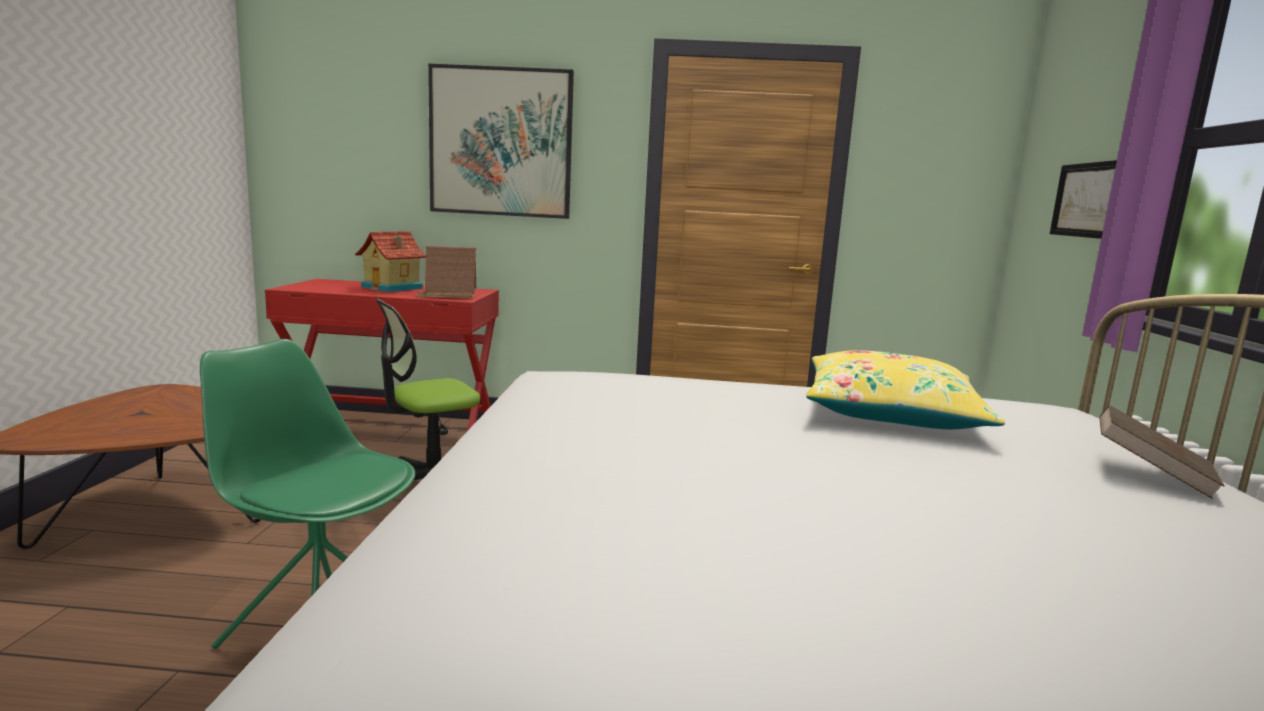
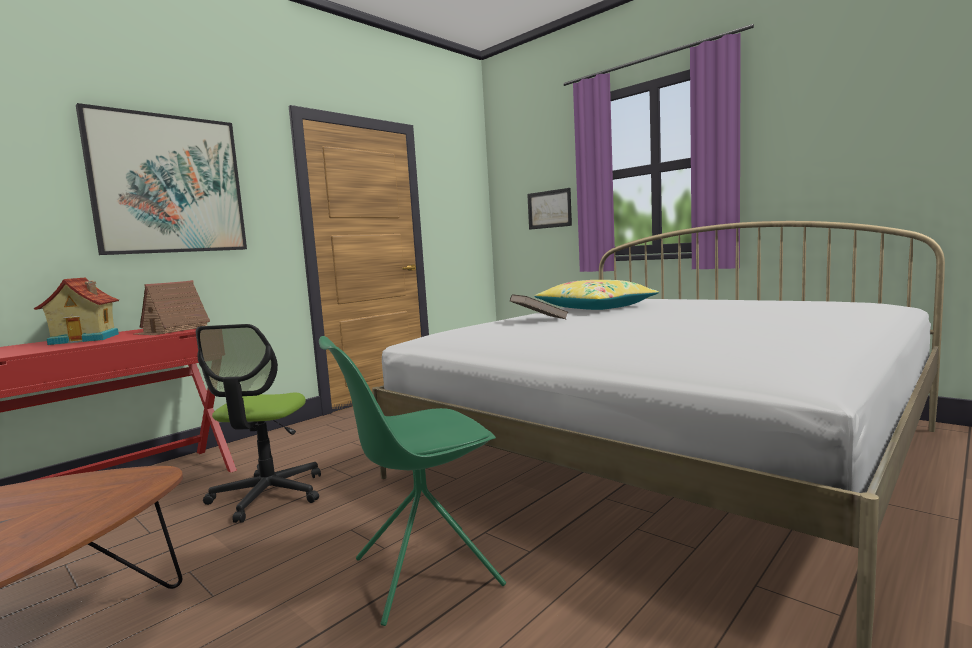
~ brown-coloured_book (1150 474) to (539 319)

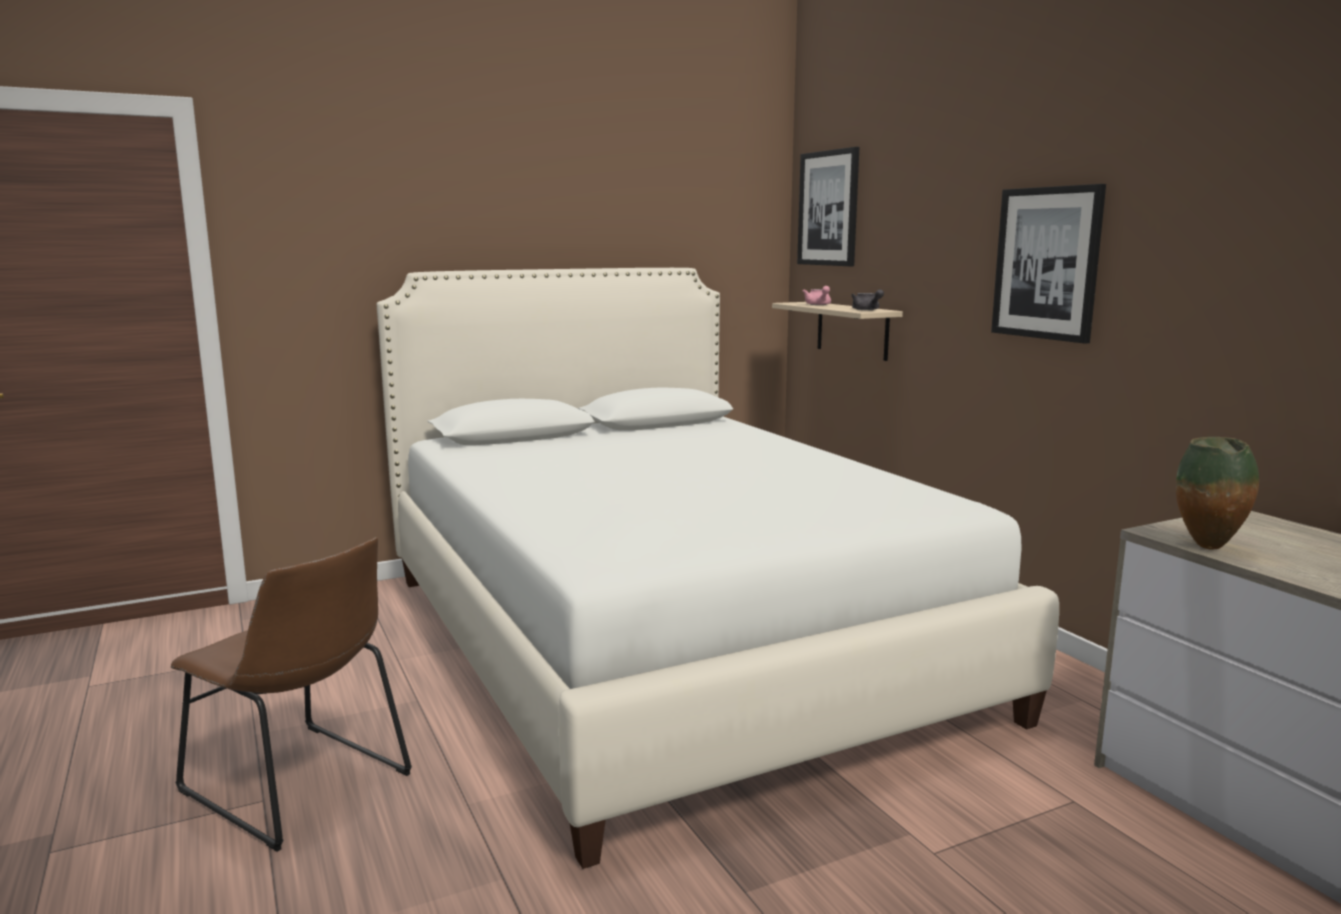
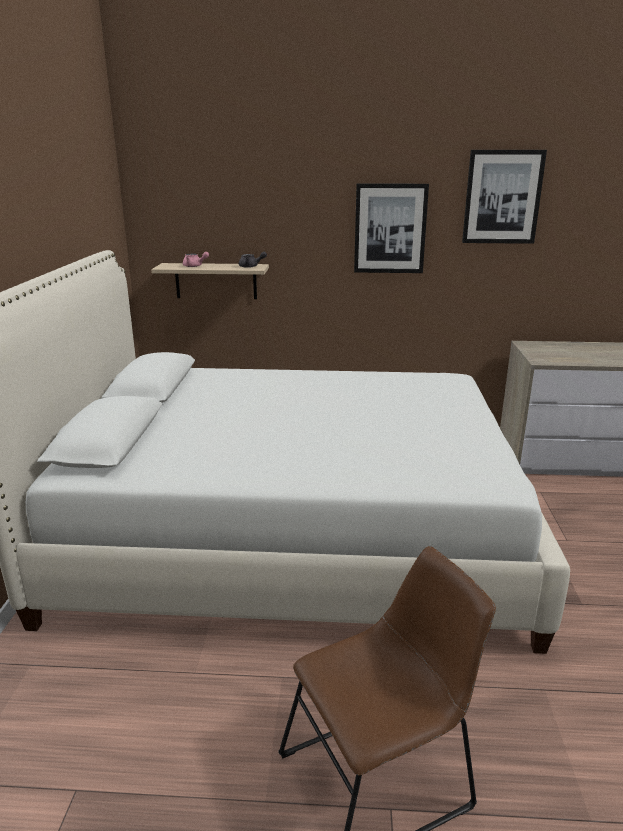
~ wall_picture (828 208) to (502 197)
- decorative_vase (1208 548)

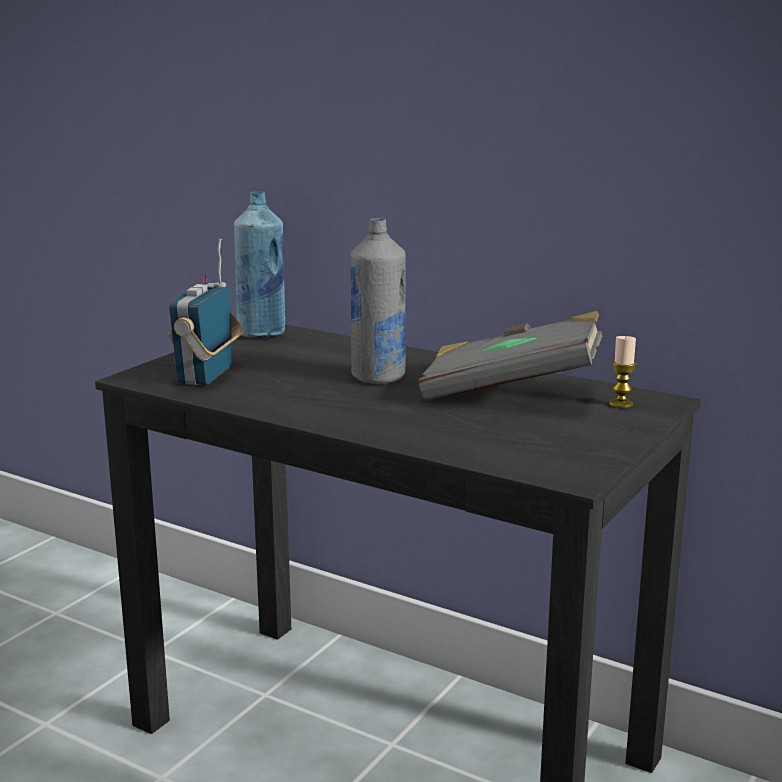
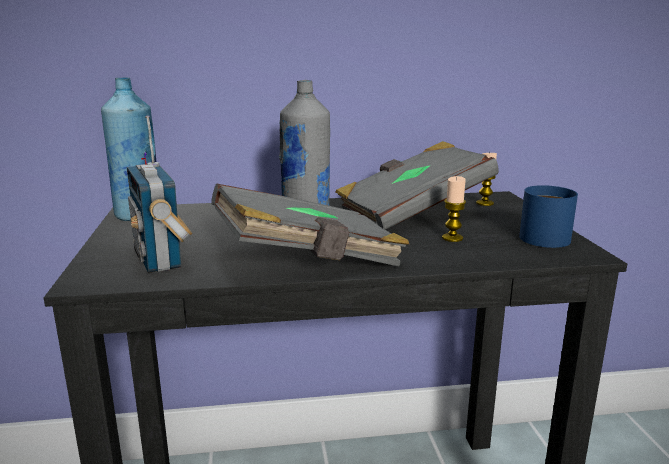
+ gray_book (309 260)
+ wax_candle (452 238)
+ bluish_tea_mug (547 236)

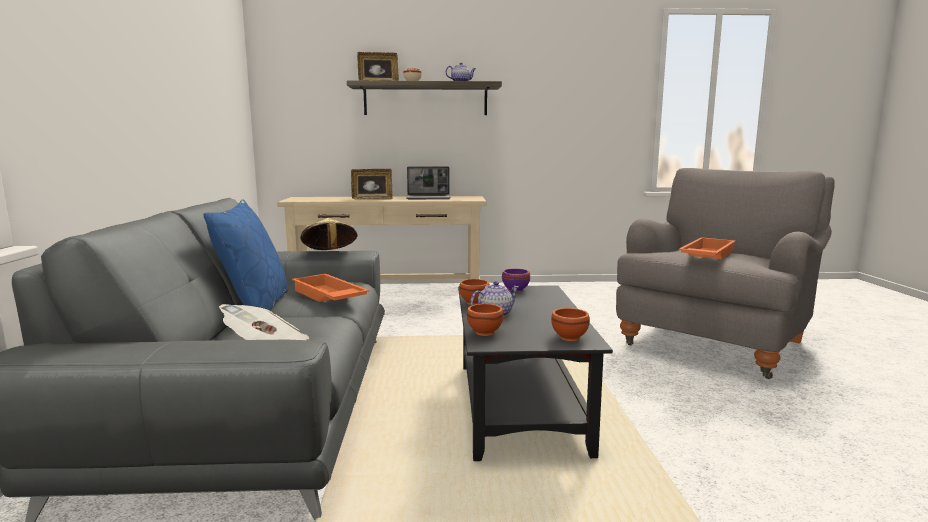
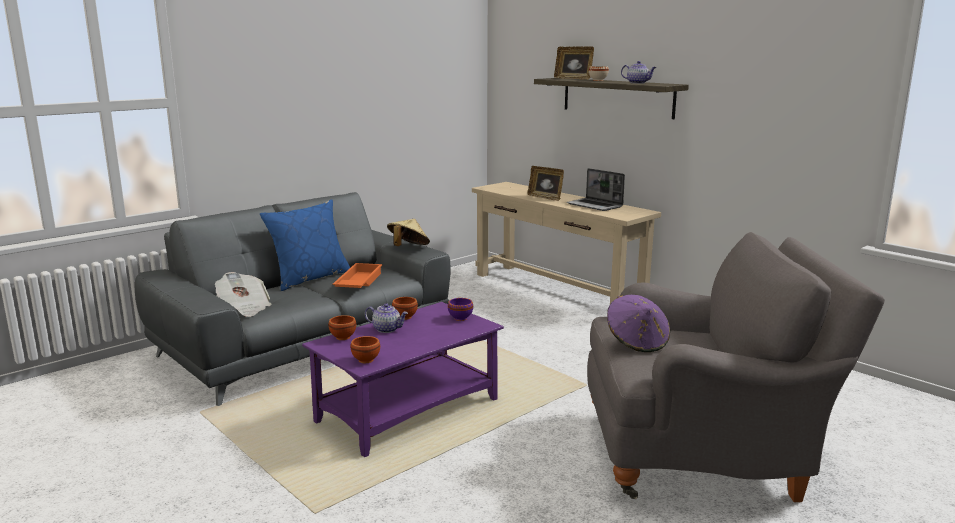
~ black-coloured_coffee_table (518 405) to purple-coloured_coffee_table (409 410)
~ orangey_serving_tray (706 255) to purple-coloured_clothing_hat (637 342)

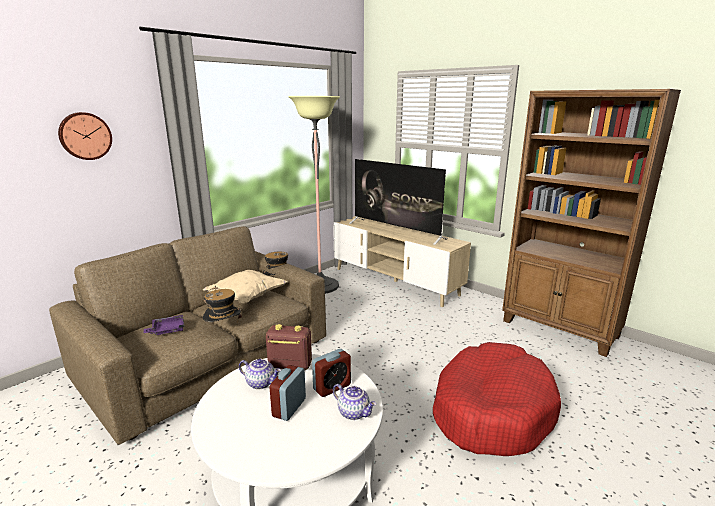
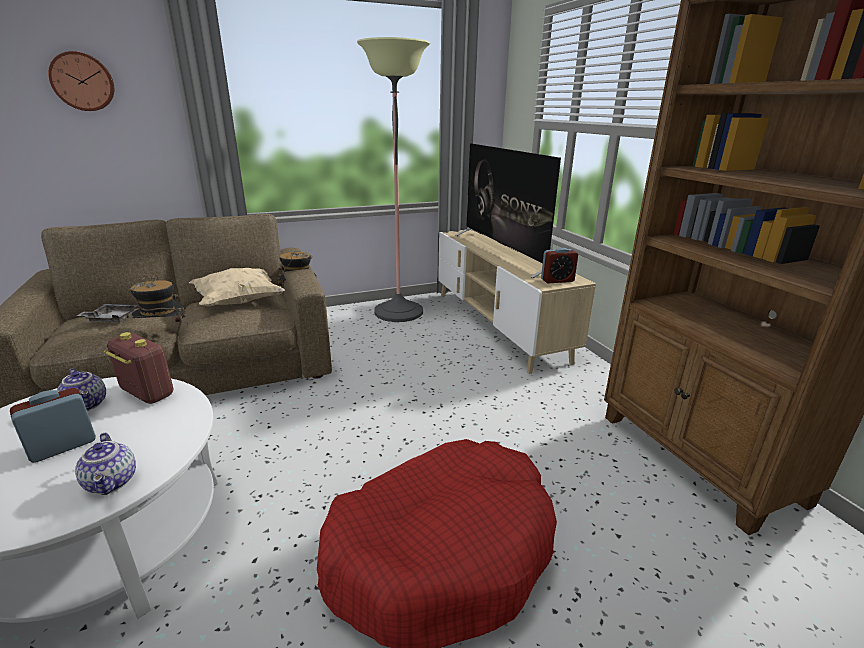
~ purple-coloured_serving_tray (167 330) to gray_serving_tray (111 319)
~ table_clock (332 387) to (557 280)

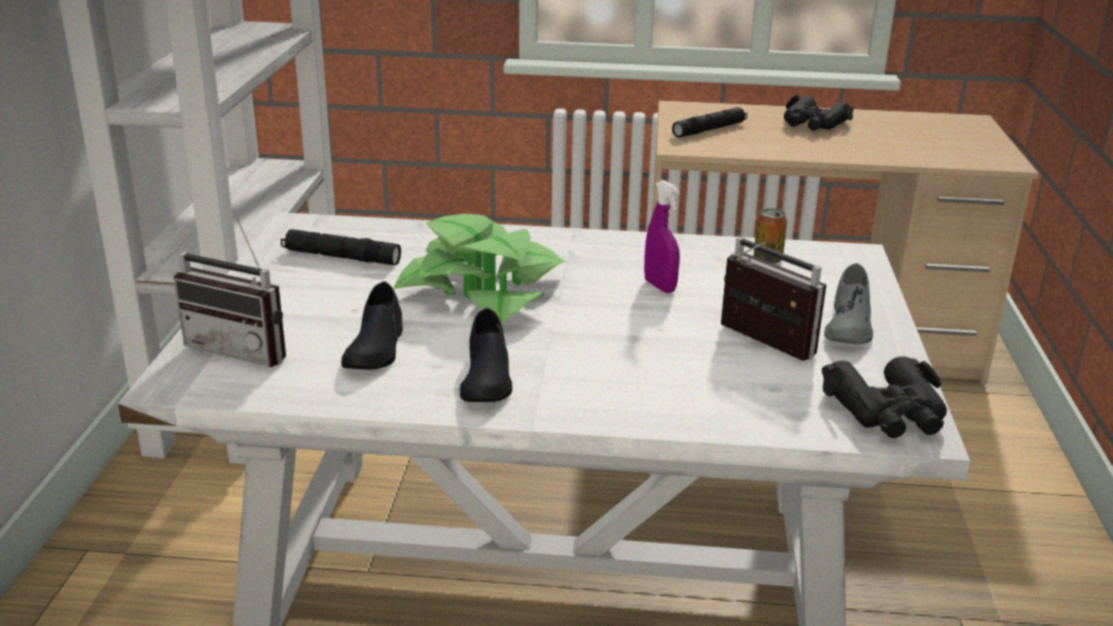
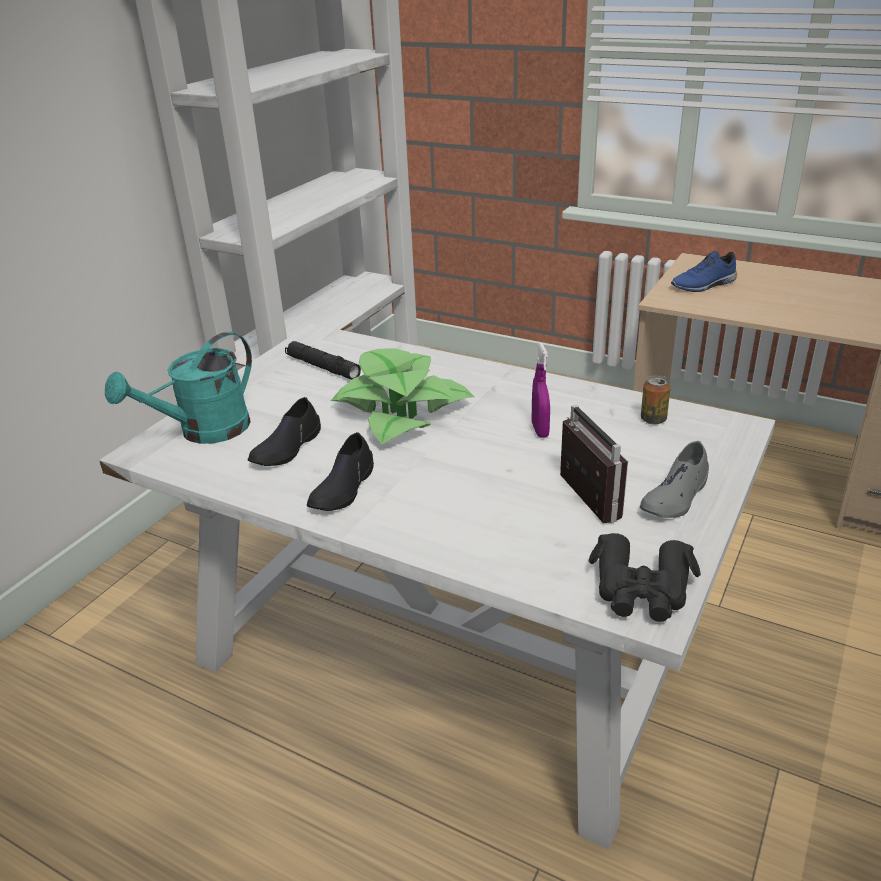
~ radio_set (244 348) to turquoise_watering_can (203 432)
~ black-coloured_torch (709 130) to bluish_low_shoe (704 285)
- black-coloured_field_glasses (813 124)

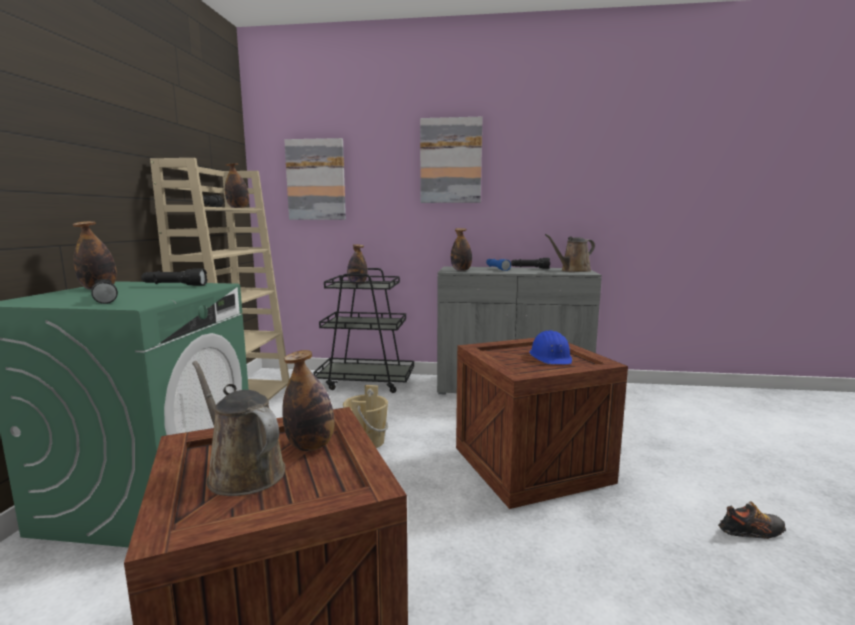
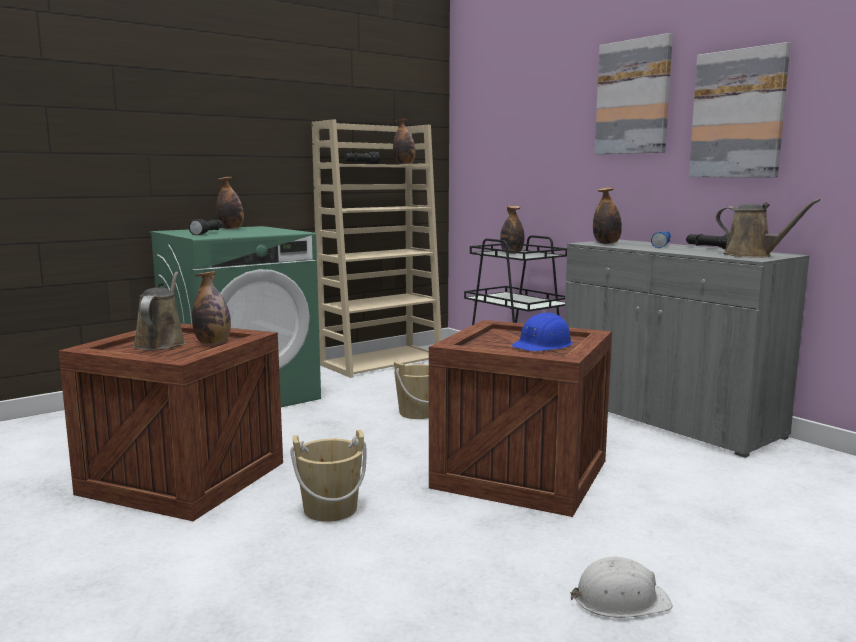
- black-coloured_torch (174 285)
~ wall_picture (316 180) to (738 114)
~ brown-coloured_watering_can (573 271) = (752 255) 150 degrees counterclockwise
~ low_shoe (751 531) to white-coloured_work_helmet (620 600)
+ sand-coloured_water_bucket (330 509)

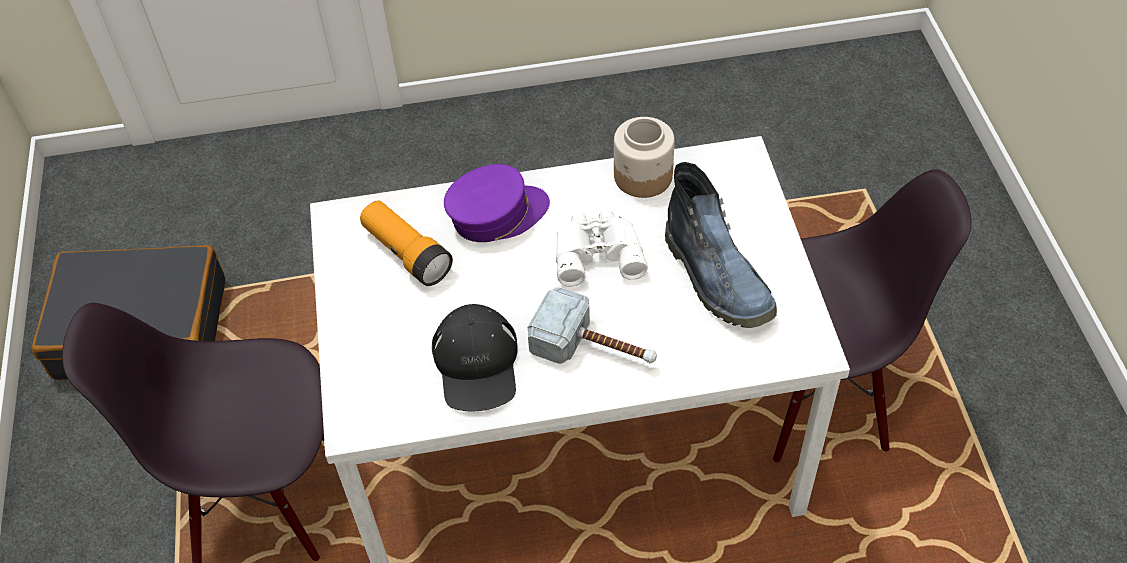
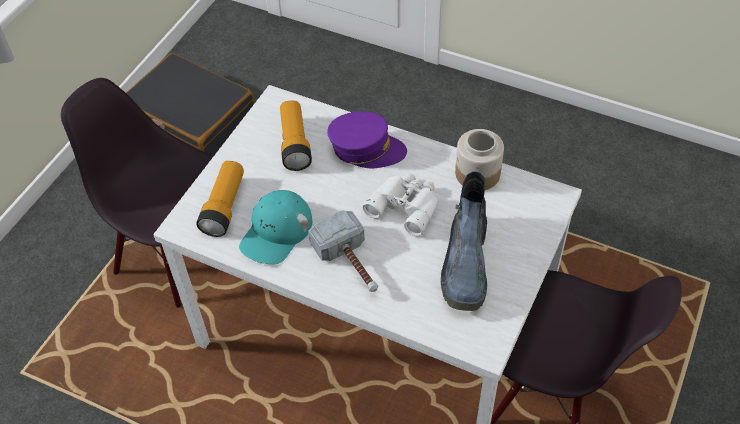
~ black-coloured_cap (477 364) to turquoise_cap (276 232)
+ torch (224 206)

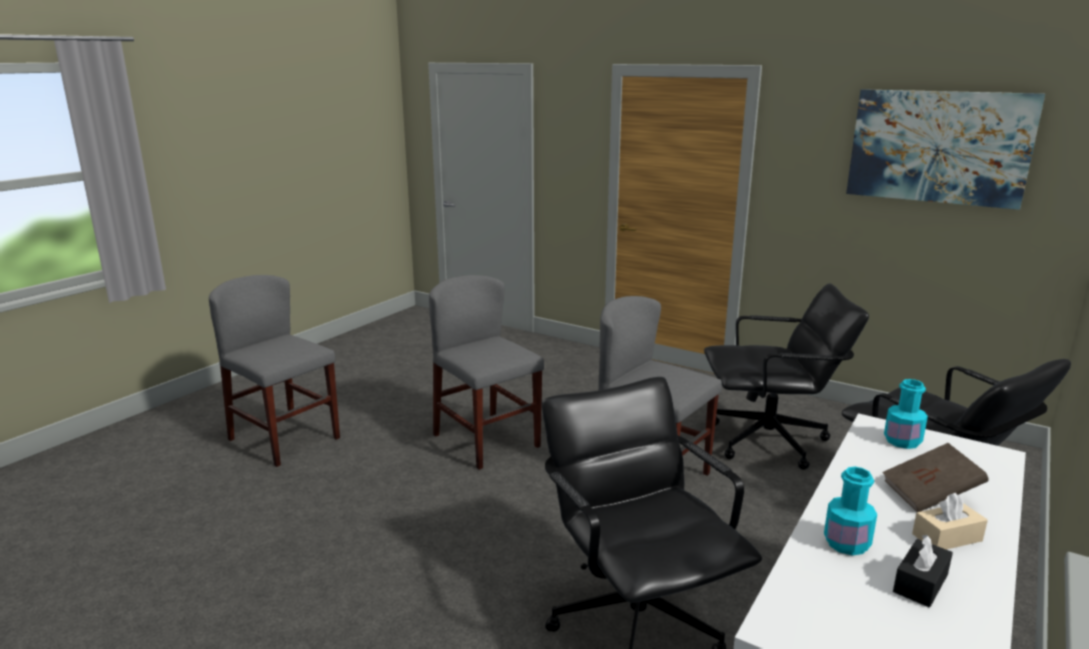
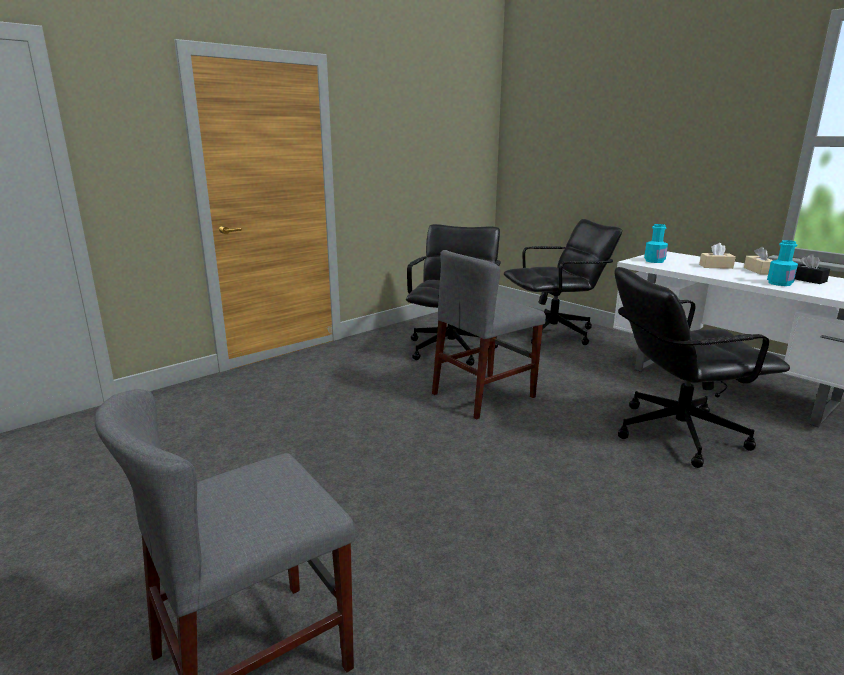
- gray_plain_chair (486 441)
- wall_picture (938 147)
~ brown-coloured_book (930 495) to sand-coloured_tissue_box (716 266)

